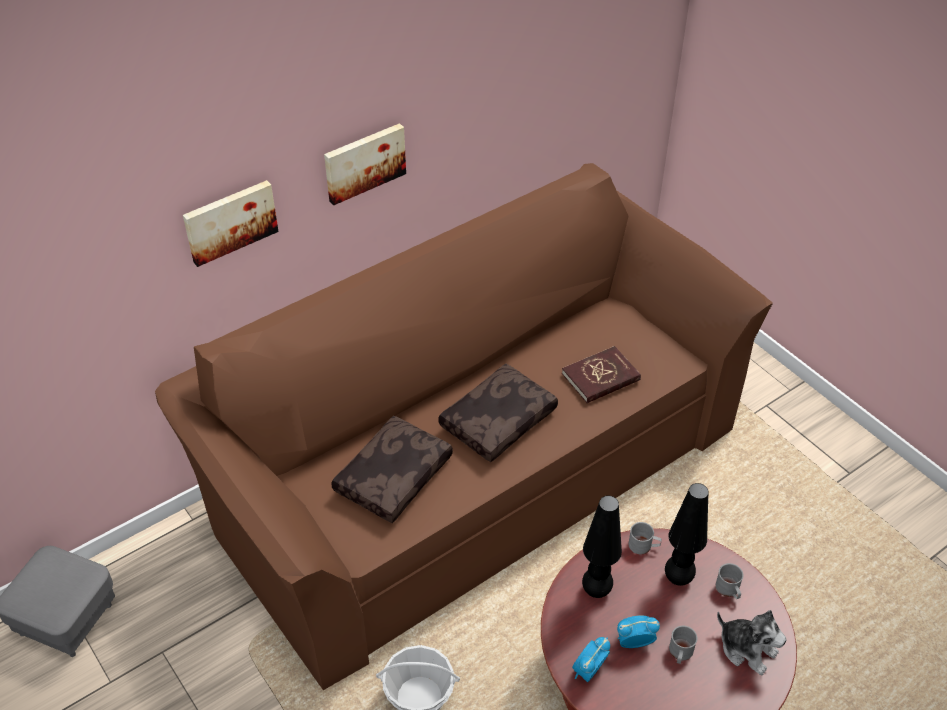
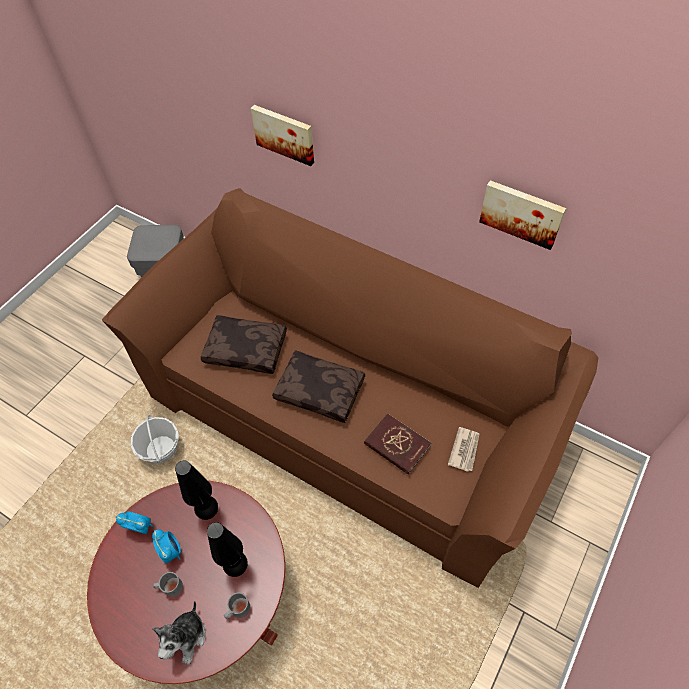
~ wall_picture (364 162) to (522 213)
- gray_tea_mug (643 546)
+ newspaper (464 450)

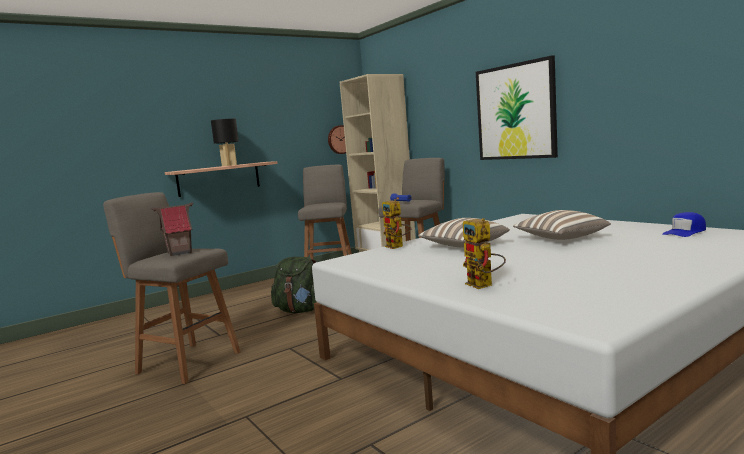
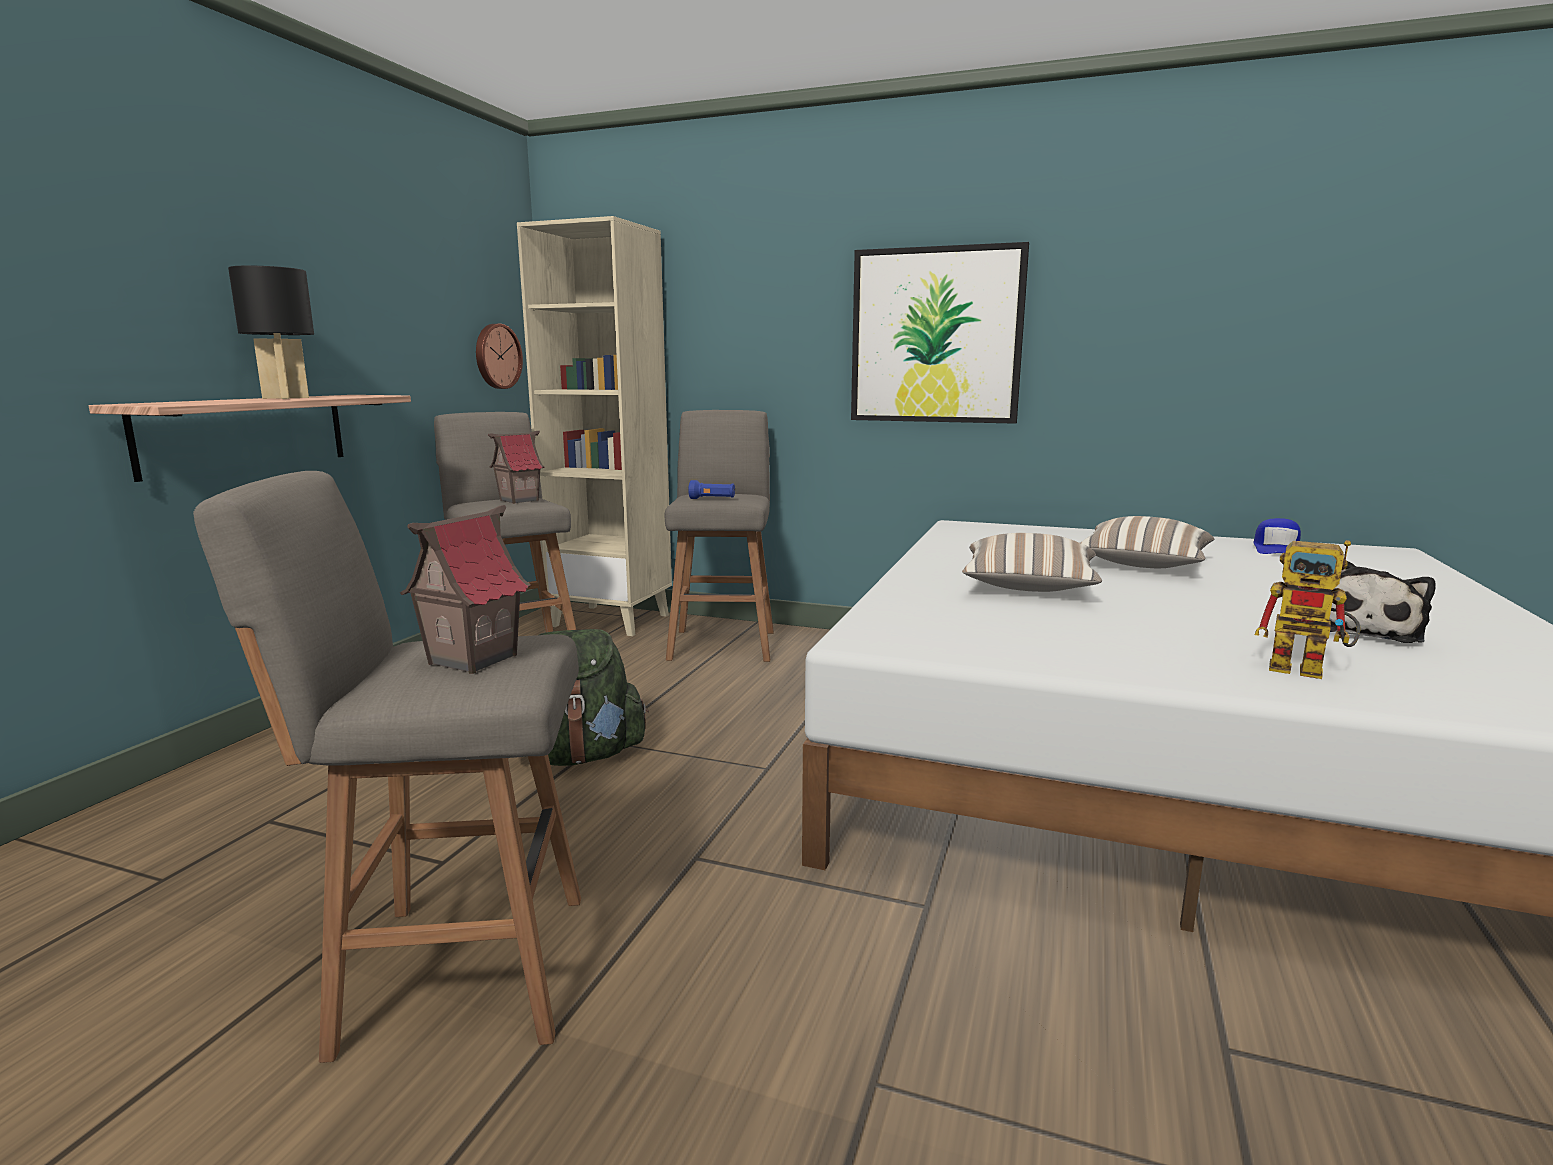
- toy_robot (397 247)
+ toy_house (519 500)
+ cuddly_toy (1366 630)

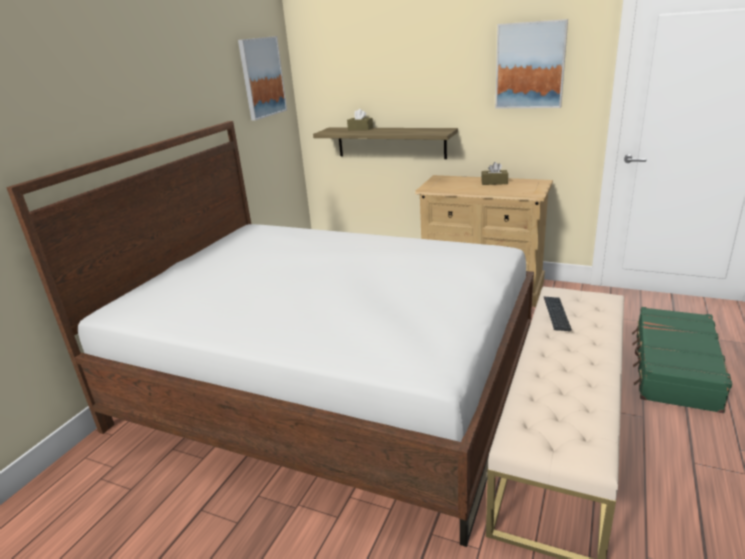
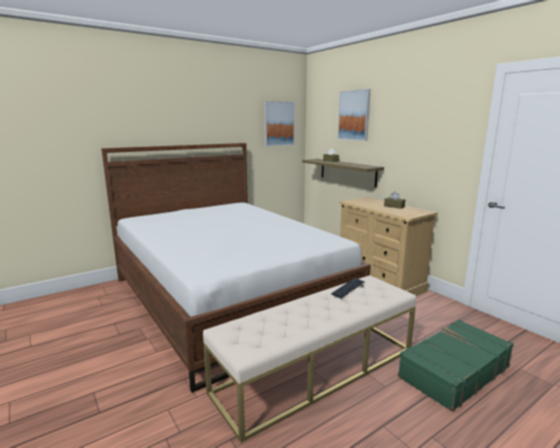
~ wall_picture (530 65) to (354 115)

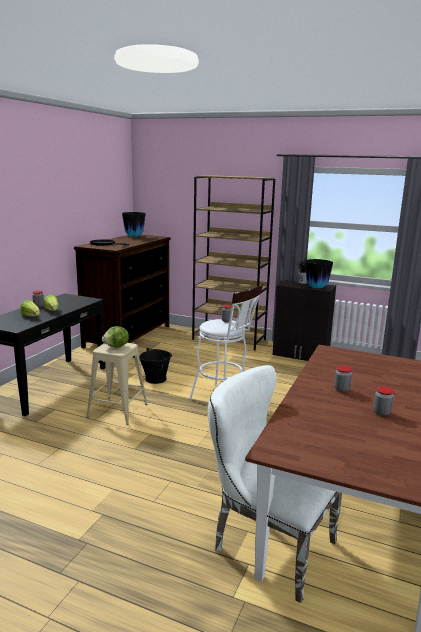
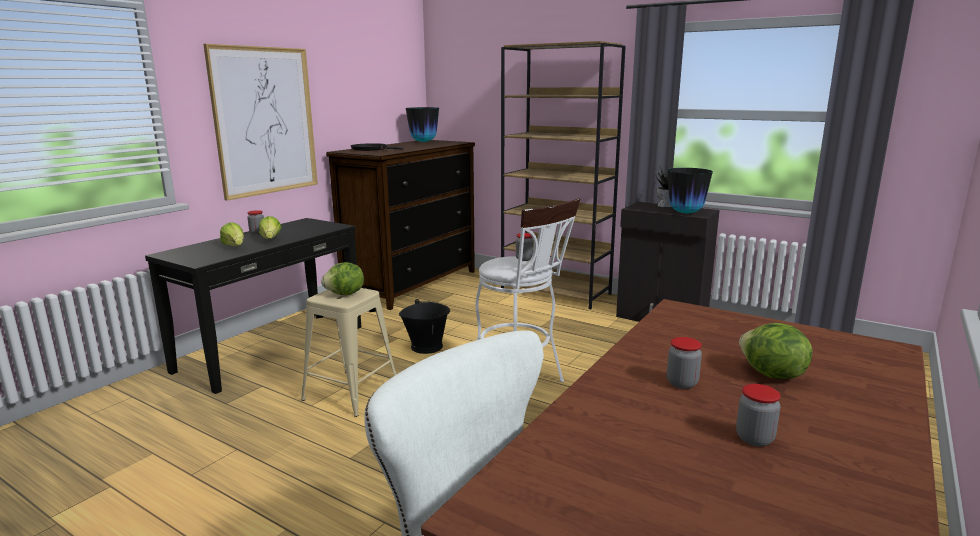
+ wall_picture (265 121)
+ head_of_lettuce (771 375)

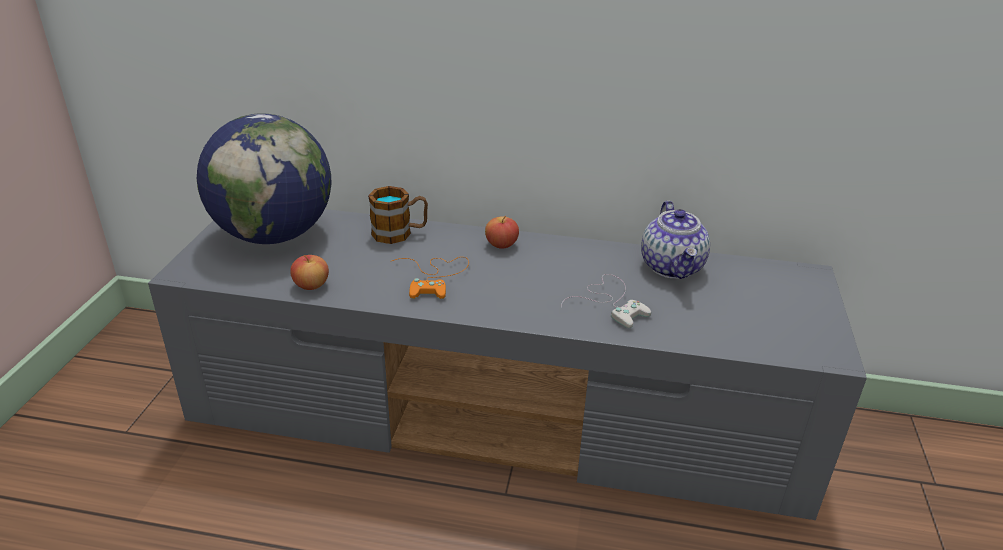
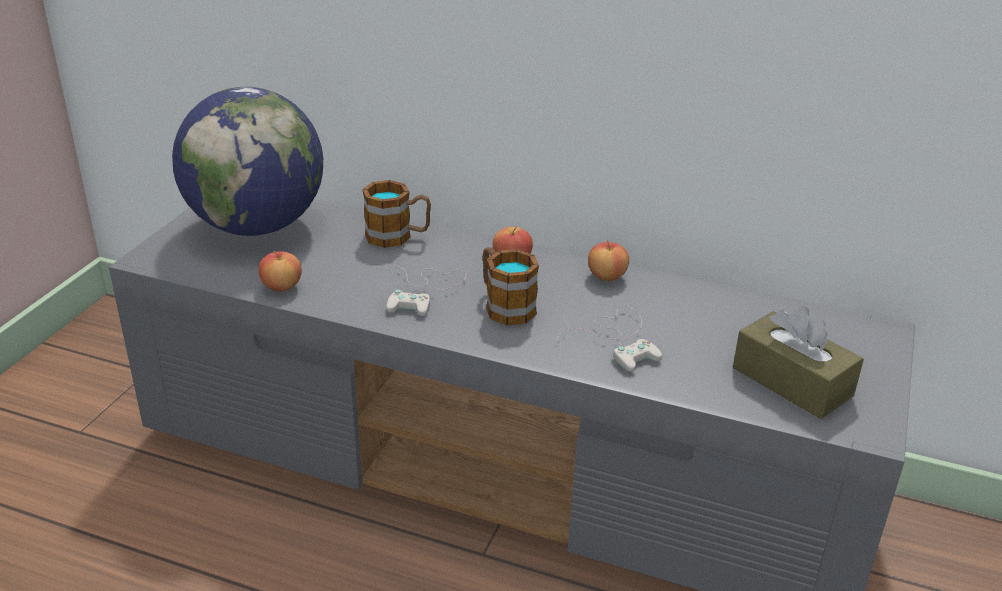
~ orangey_gamepad (435 277) to white-coloured_gamepad (423 290)
- pot_for_tea (673 267)
+ tea_mug (504 305)
+ apple_fruit (607 276)
+ brown-coloured_tissue_box (792 382)

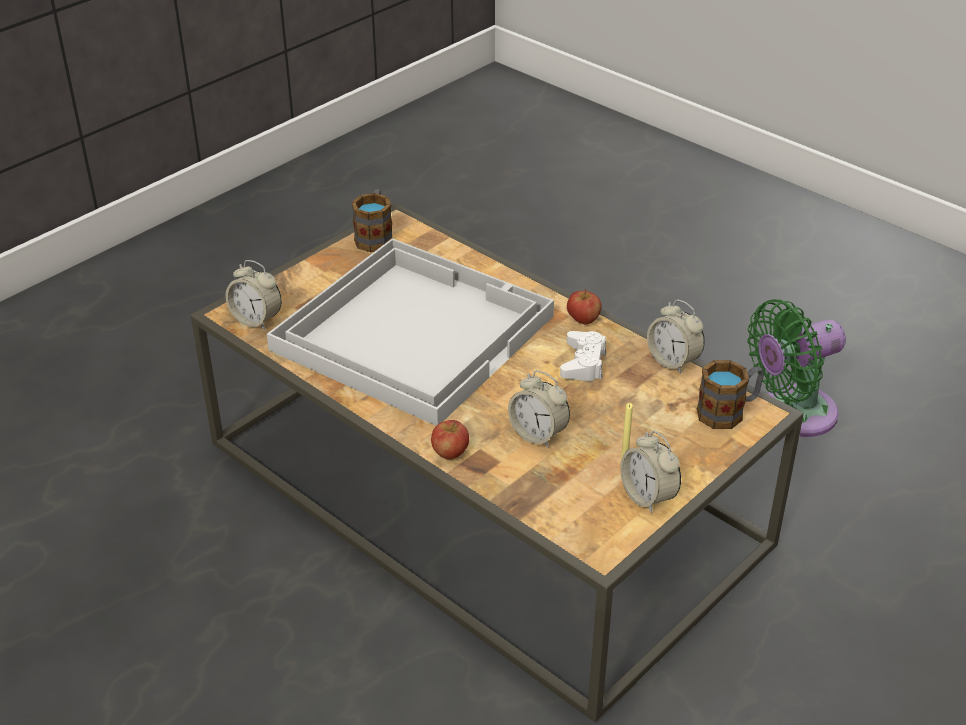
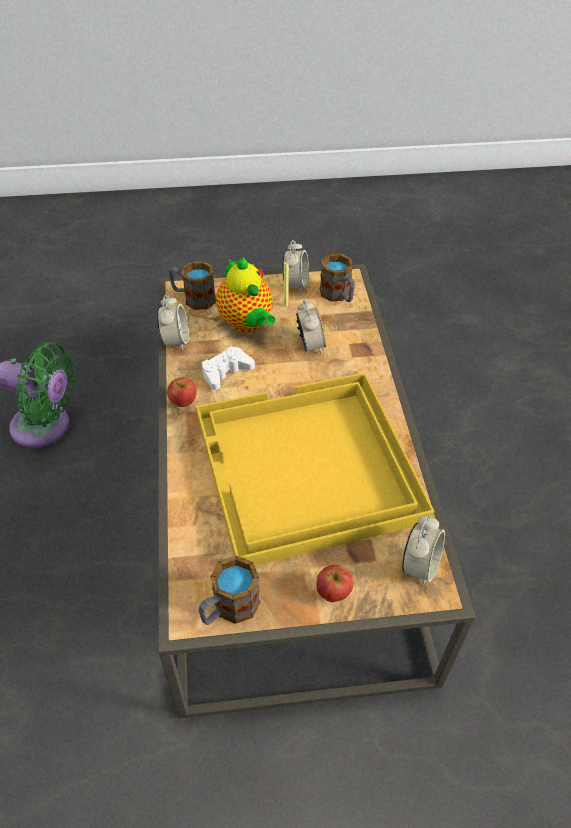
~ table_clock (256 320) = (419 565) 45 degrees clockwise
~ white-coloured_serving_tray (412 331) to yellowish_serving_tray (306 469)
~ apple_fruit (450 453) to (333 592)
+ pot_for_tea (247 324)
+ tea_mug (338 295)

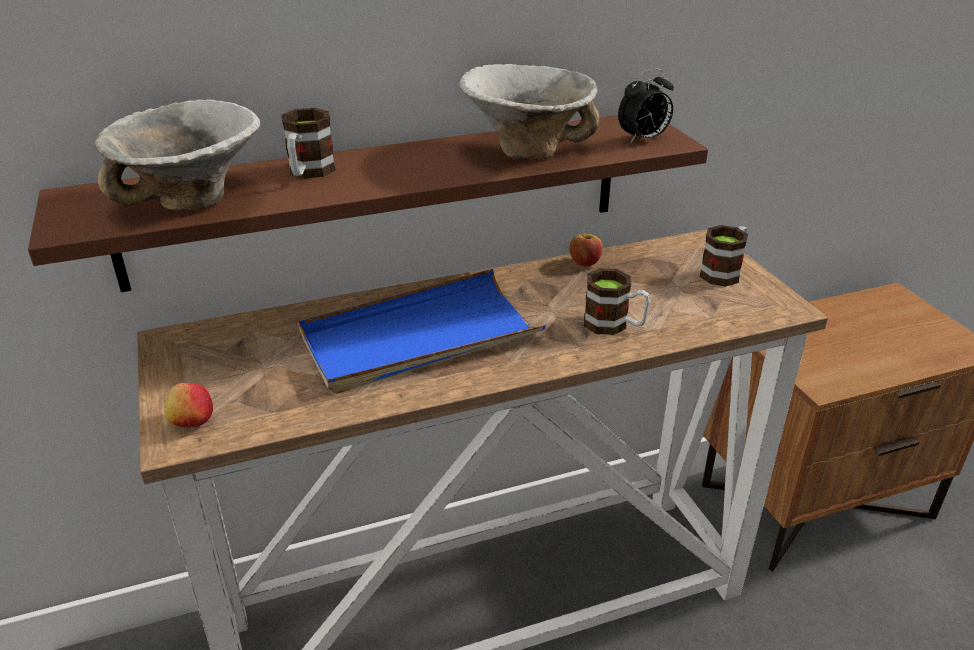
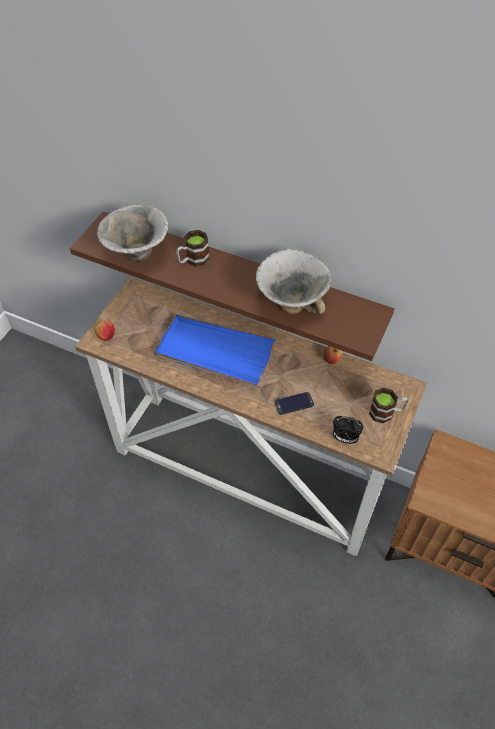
~ tea_mug (614 325) to phone (294 403)
~ table_clock (643 139) to (344 438)

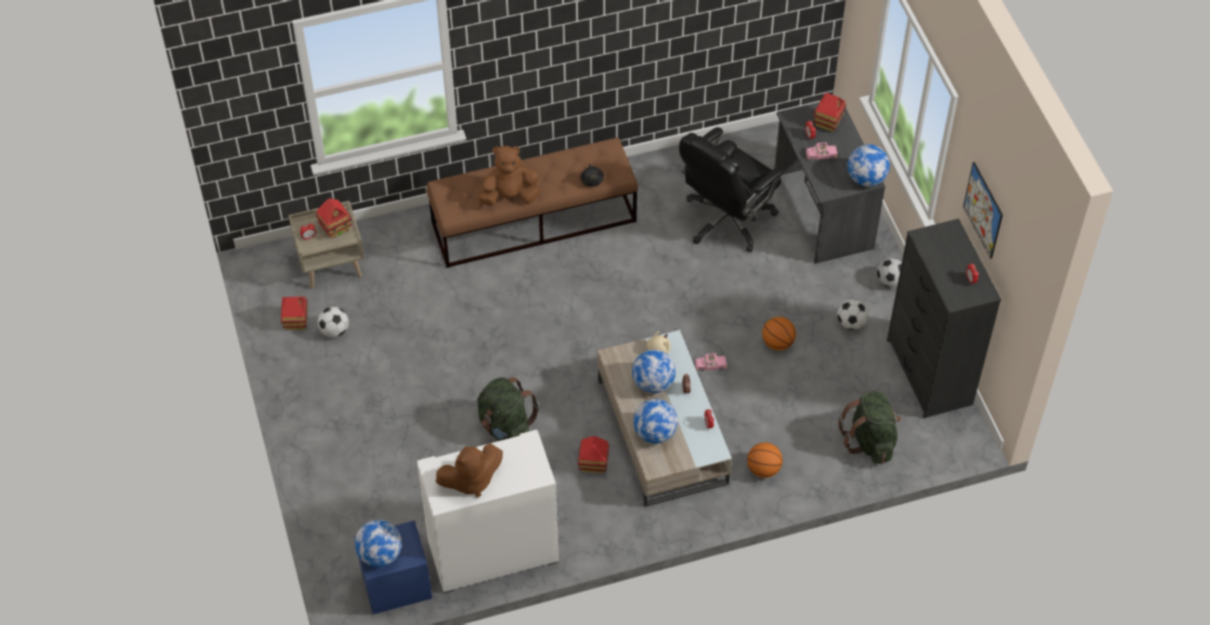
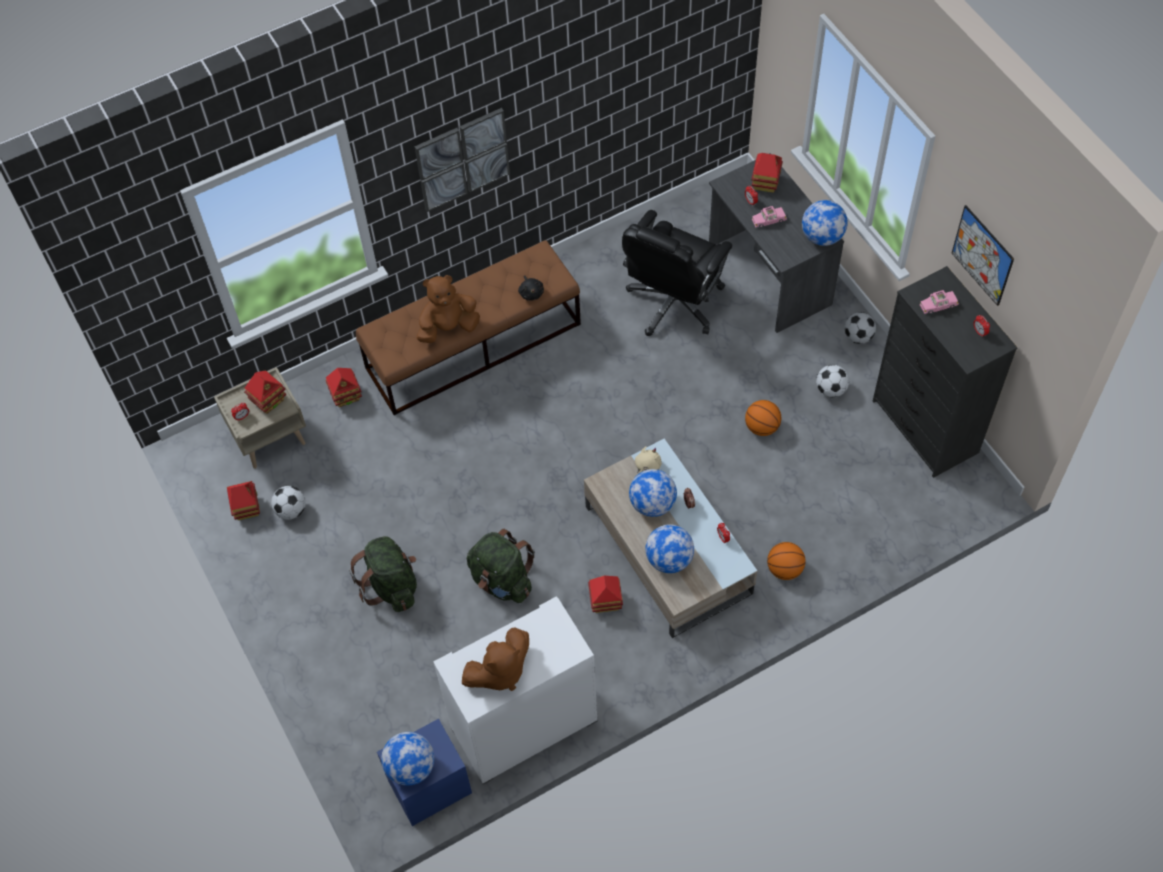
~ pink_toy_car (710 365) to (938 305)
~ greenish_rucksack (870 440) to (391 585)
+ toy_house (346 396)
+ wall_picture (462 159)

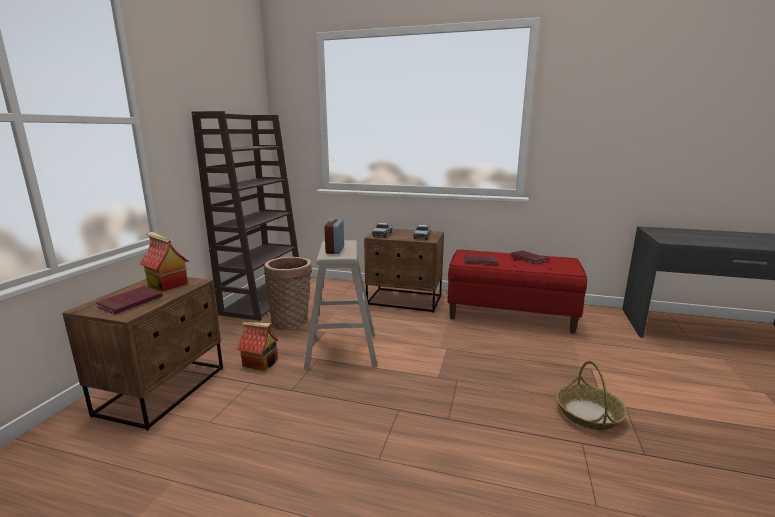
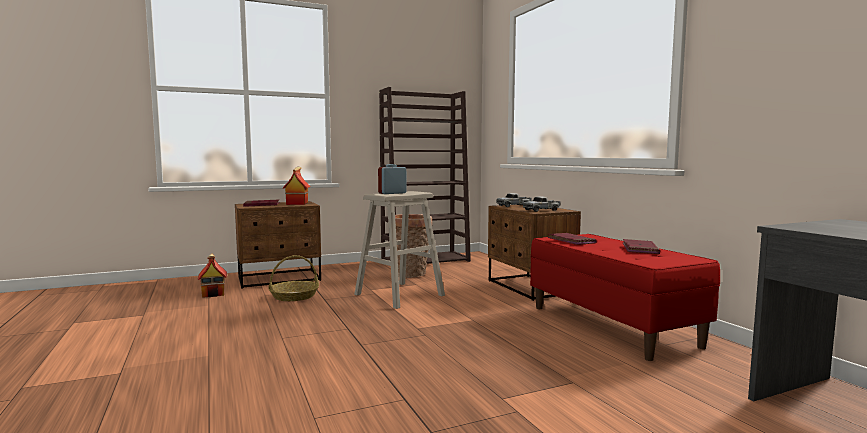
~ toy_house (261 362) to (214 293)
~ household_basket (588 413) to (294 296)

